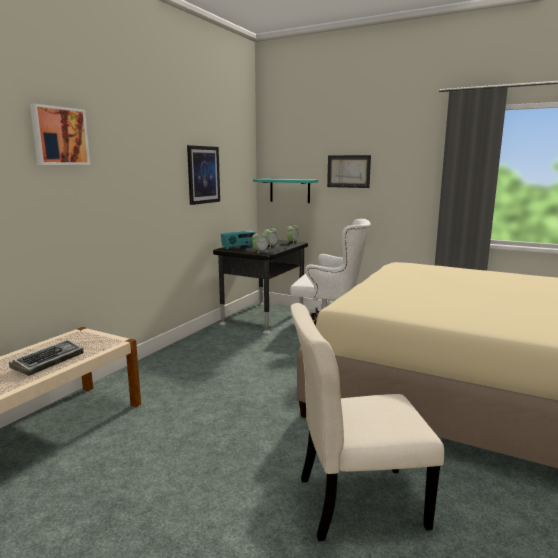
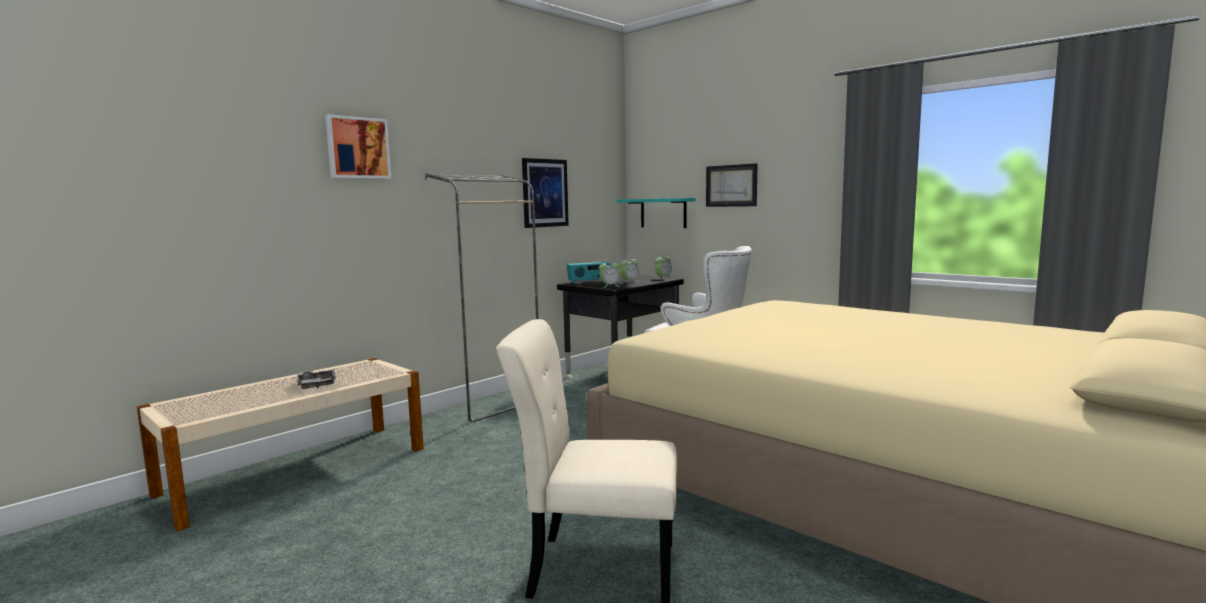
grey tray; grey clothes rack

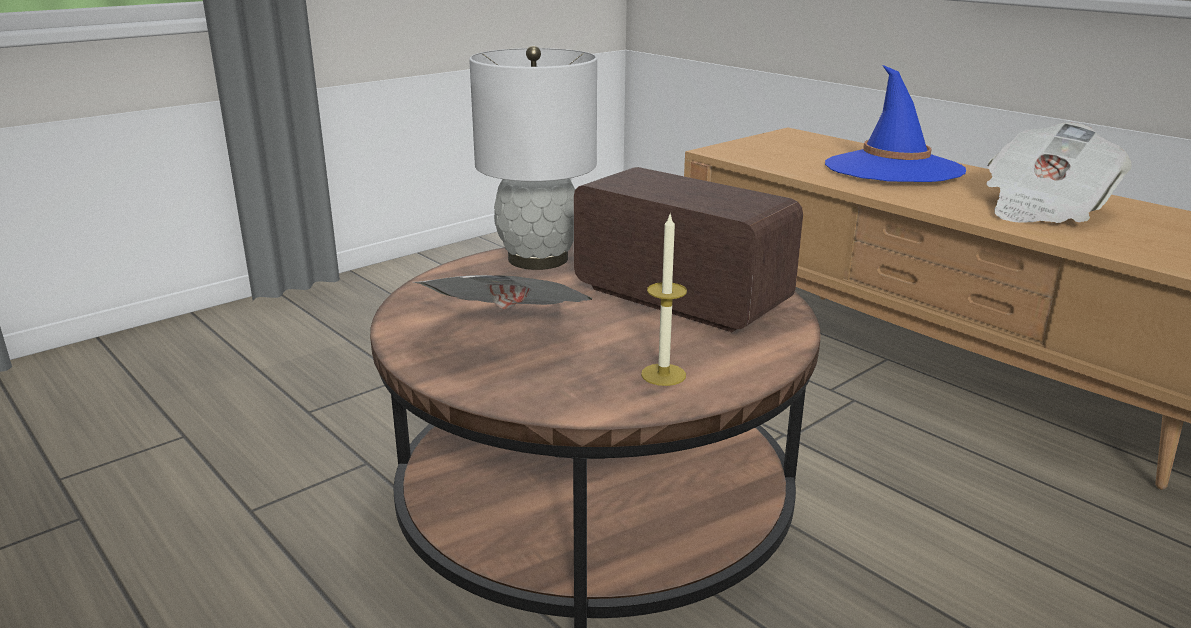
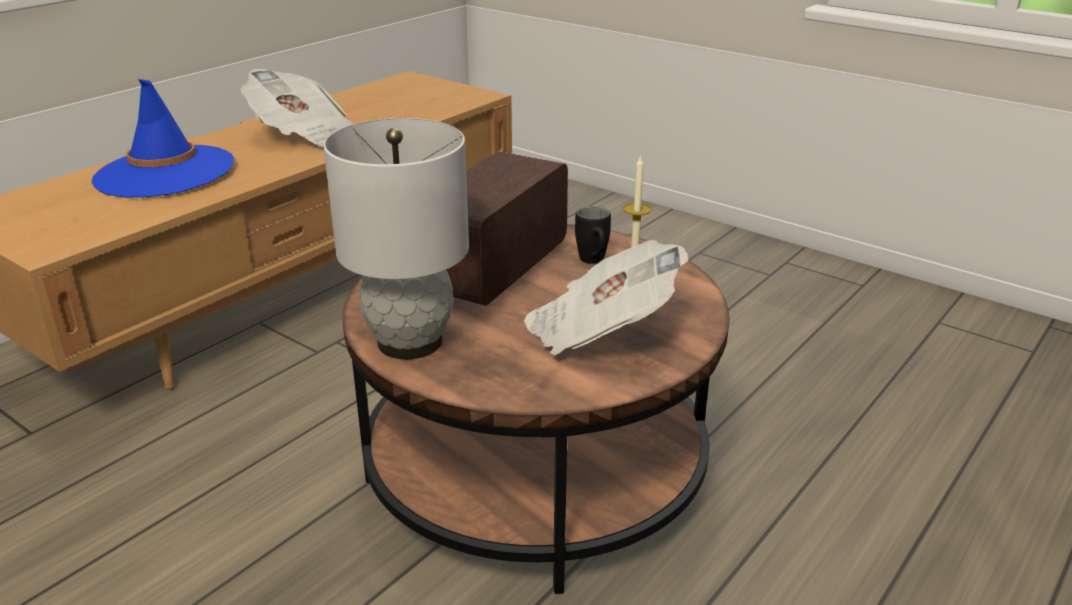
black mug

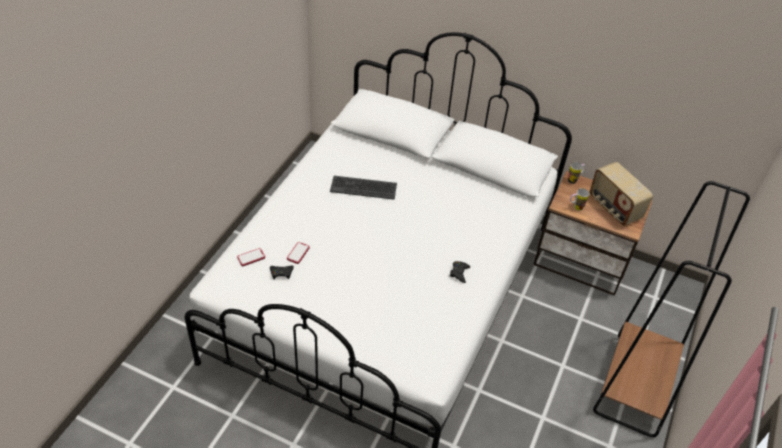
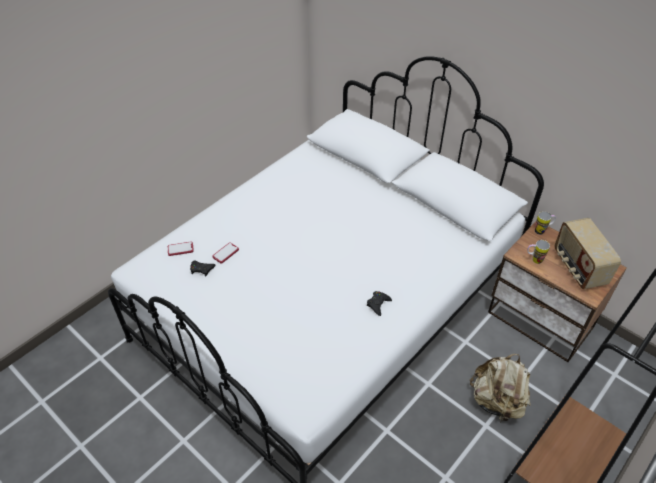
beige backpack; keyboard

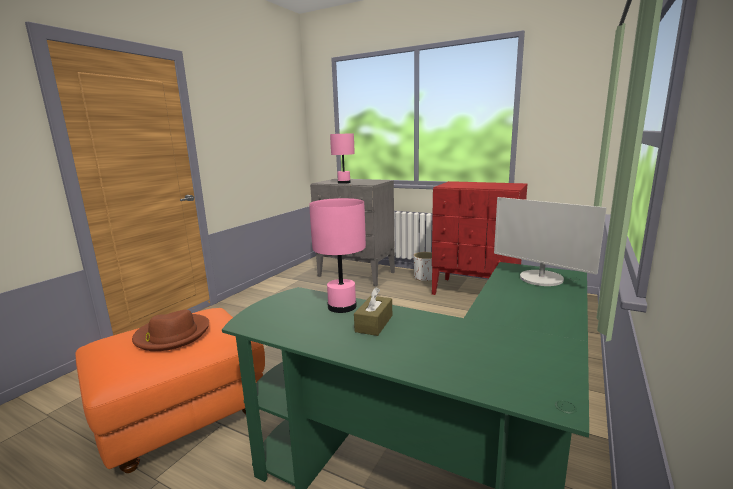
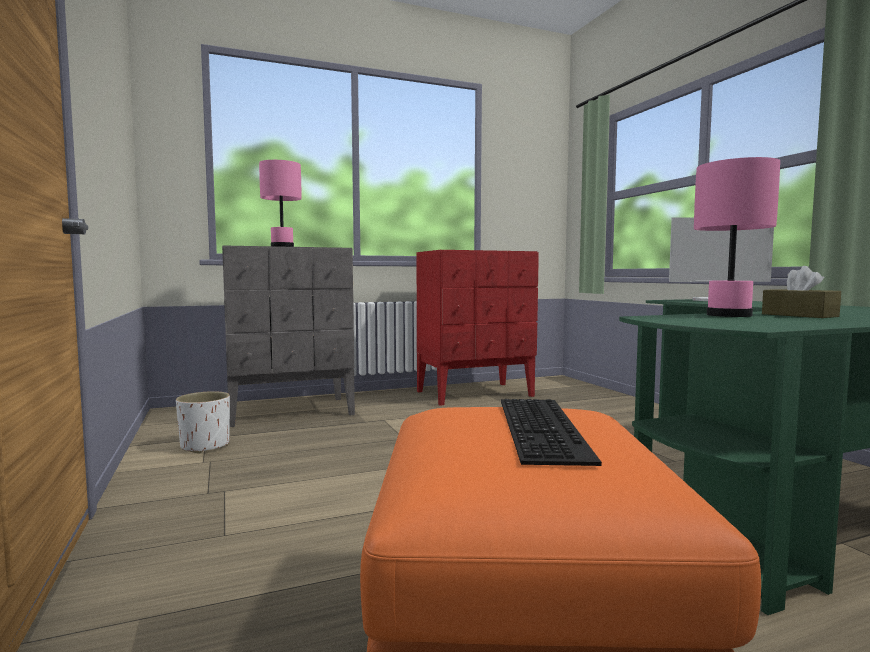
white planter; keyboard

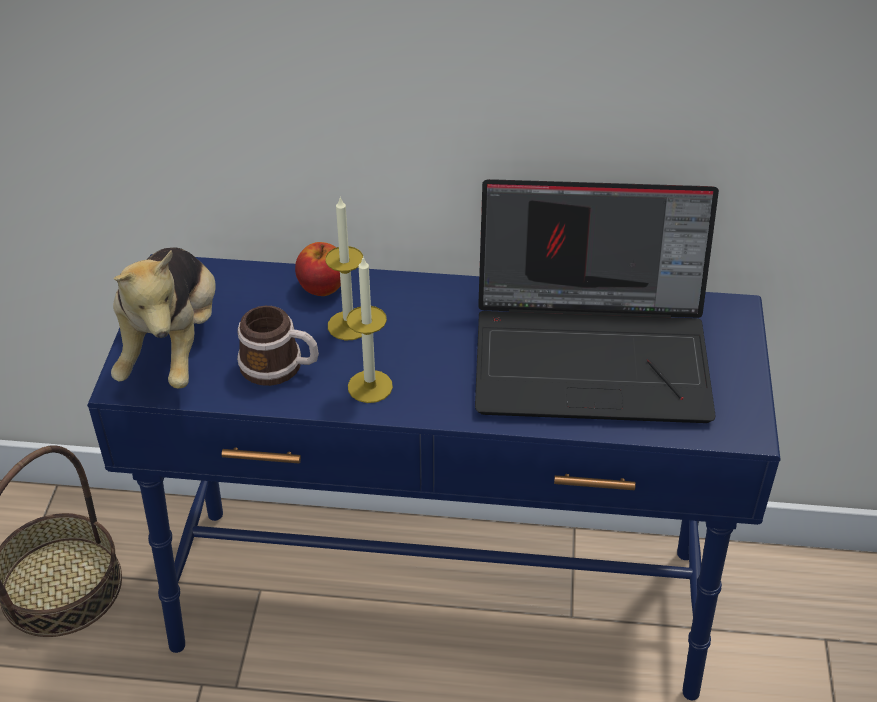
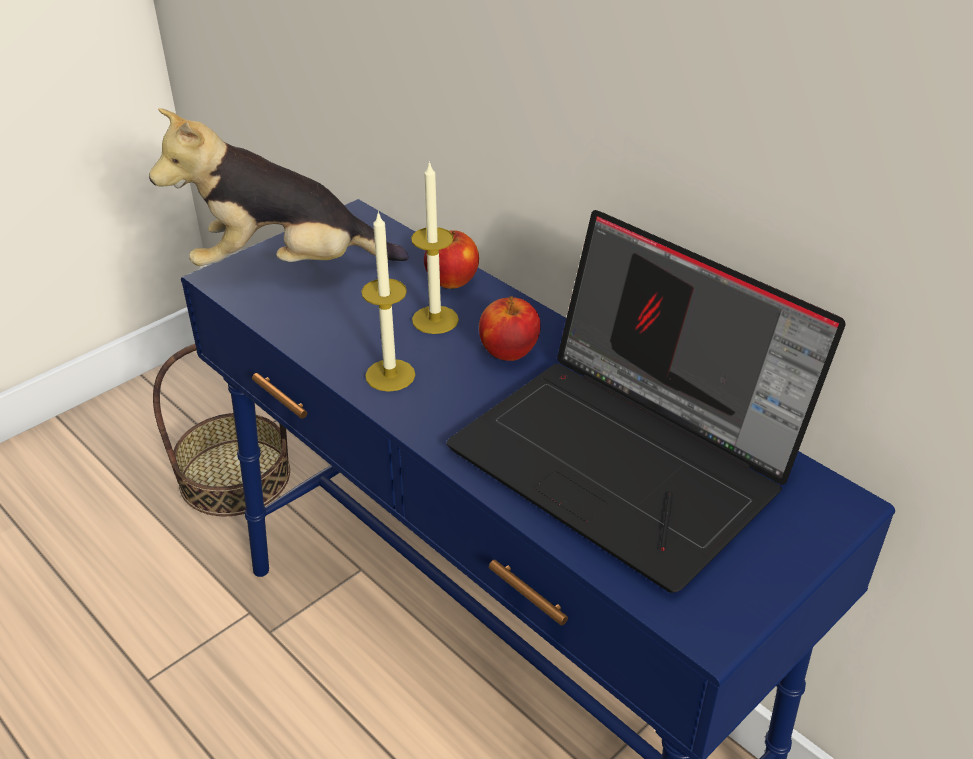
plush toy; apple (no. 2 from left); mug

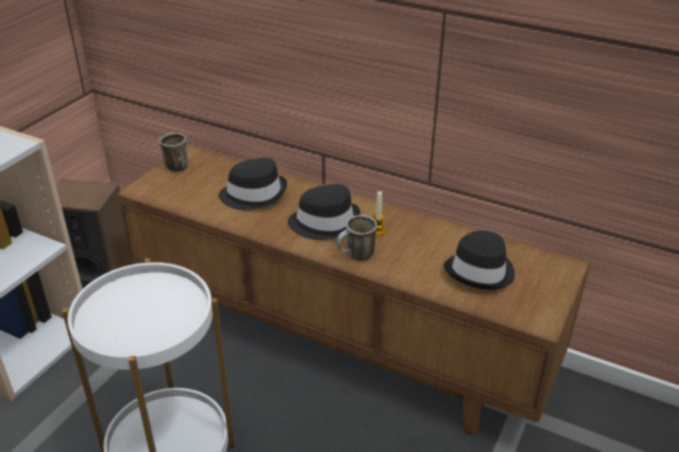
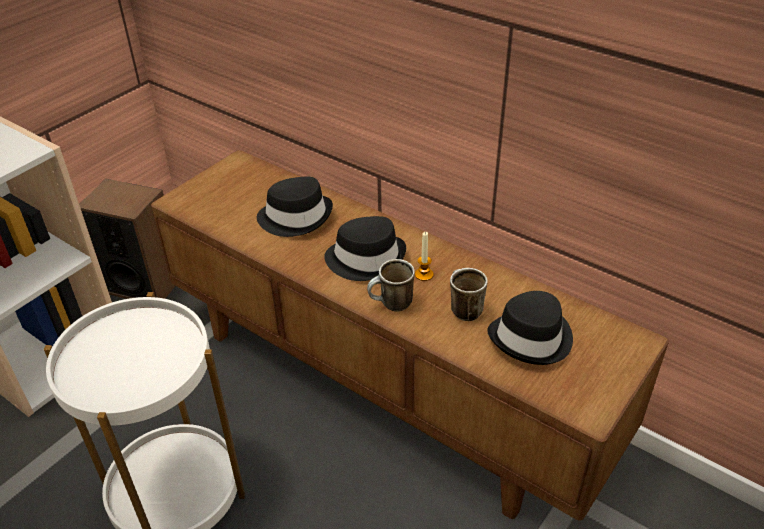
mug (no. 2 from left)

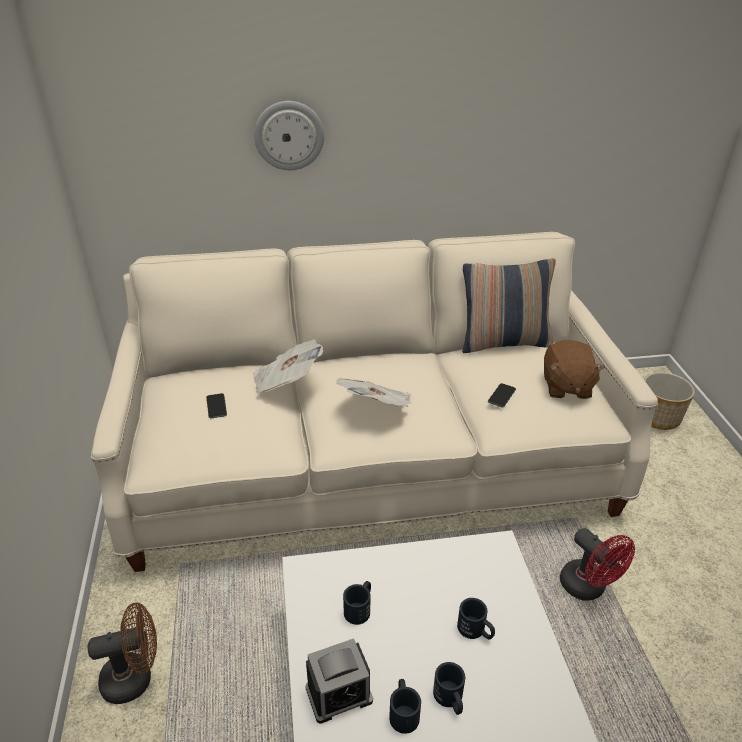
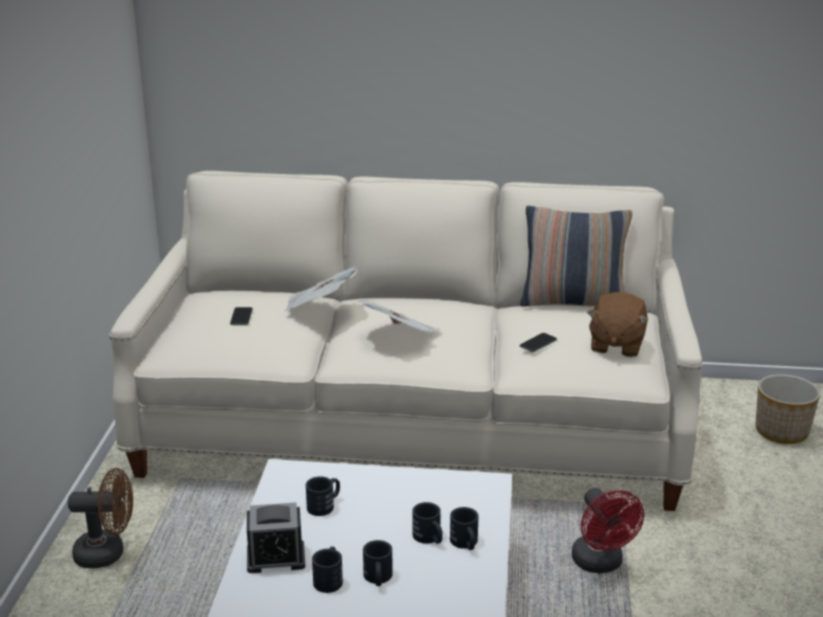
black mug (no. 5 from left); wall clock

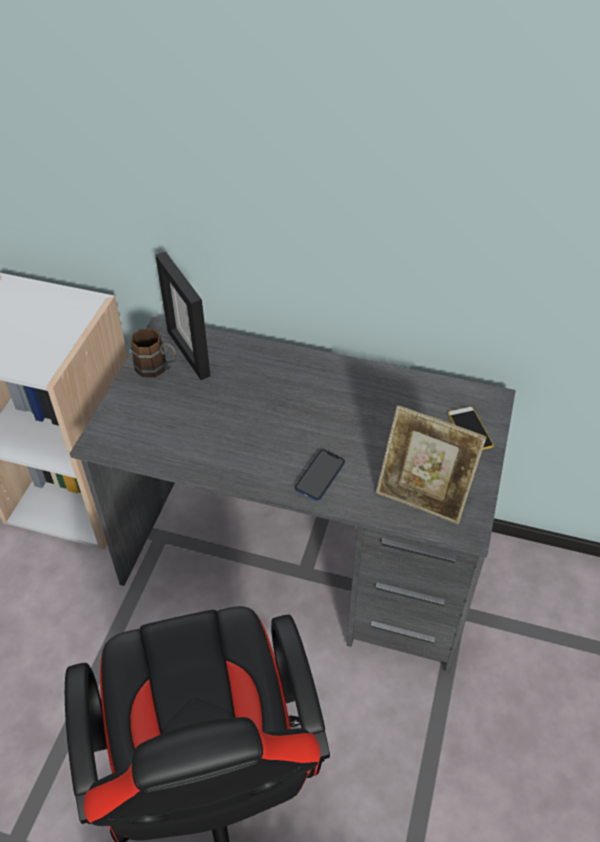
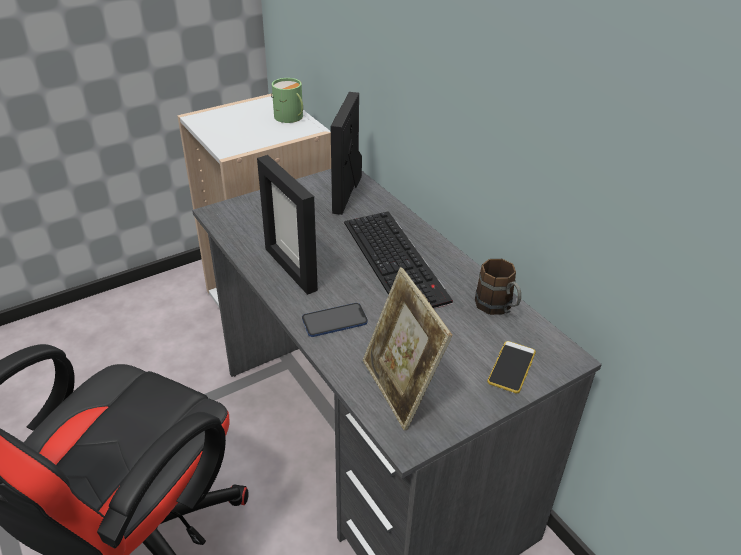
picture frame (no. 1 from left); green mug; keyboard; brown mug

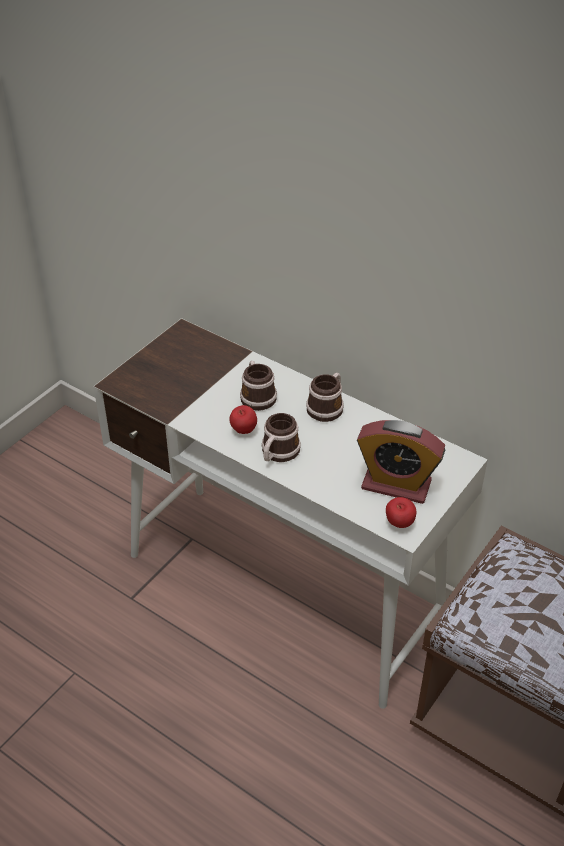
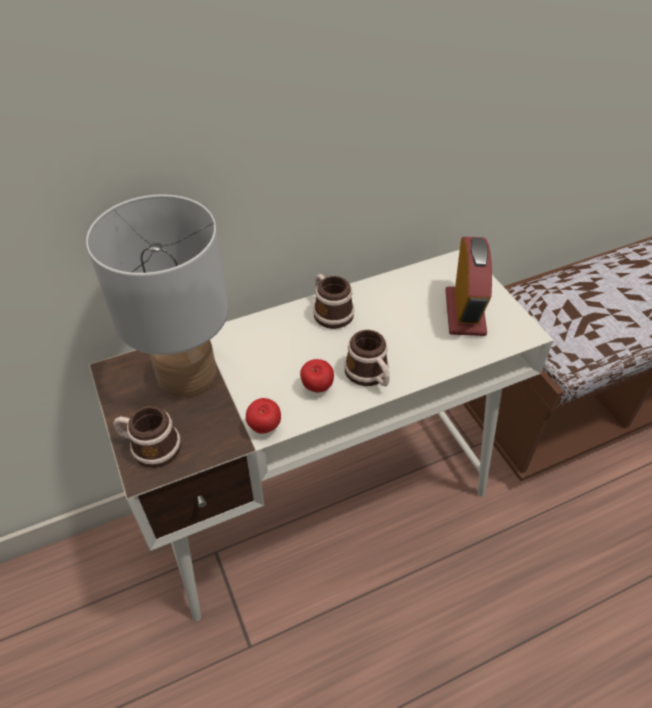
grey table lamp; mug (no. 1 from left); apple (no. 1 from left); alarm clock

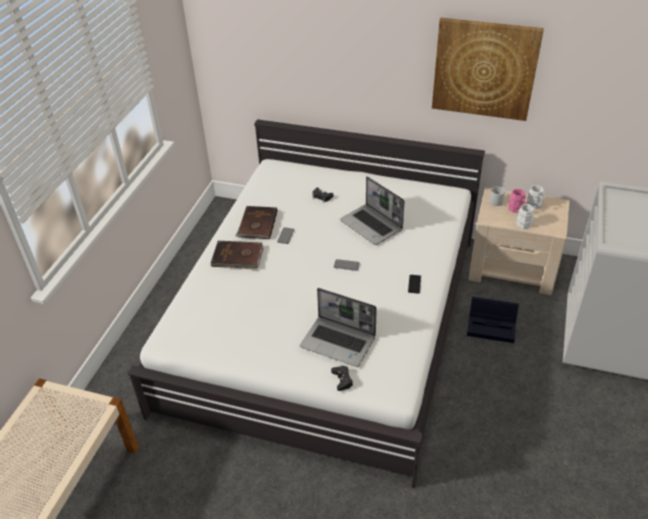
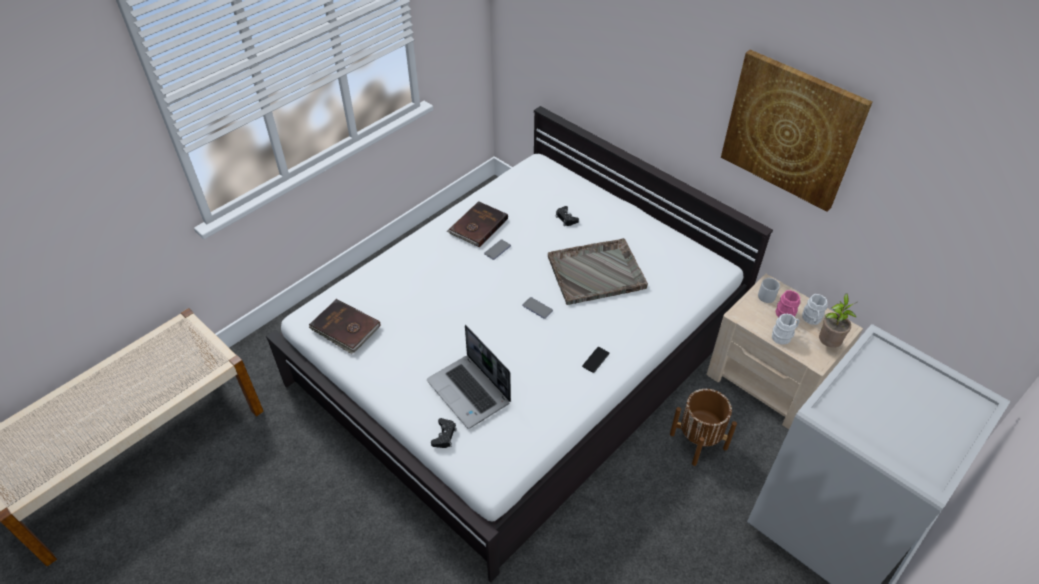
brown book (no. 1 from left); grey tray; brown planter; potted plant

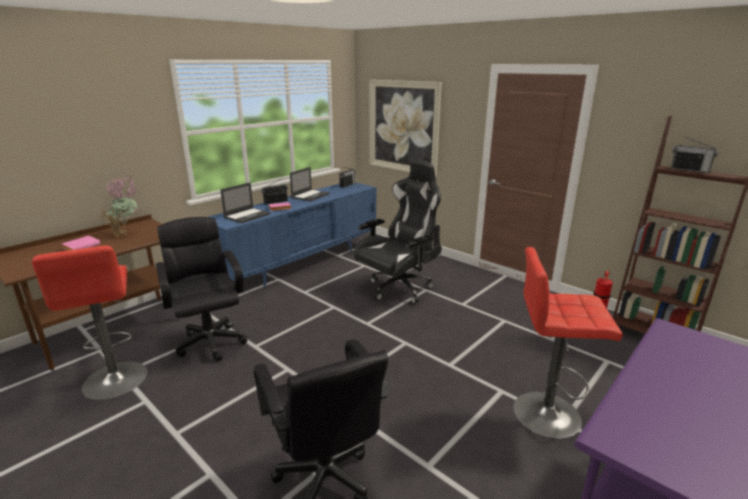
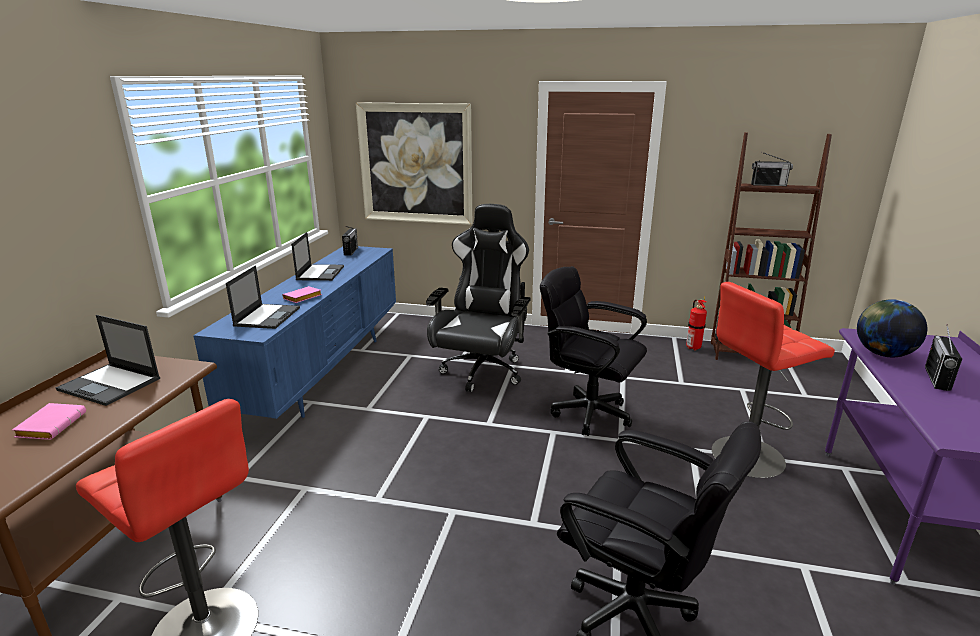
laptop (no. 1 from left); black office chair (no. 2 from left); globe; radio (no. 3 from left)

